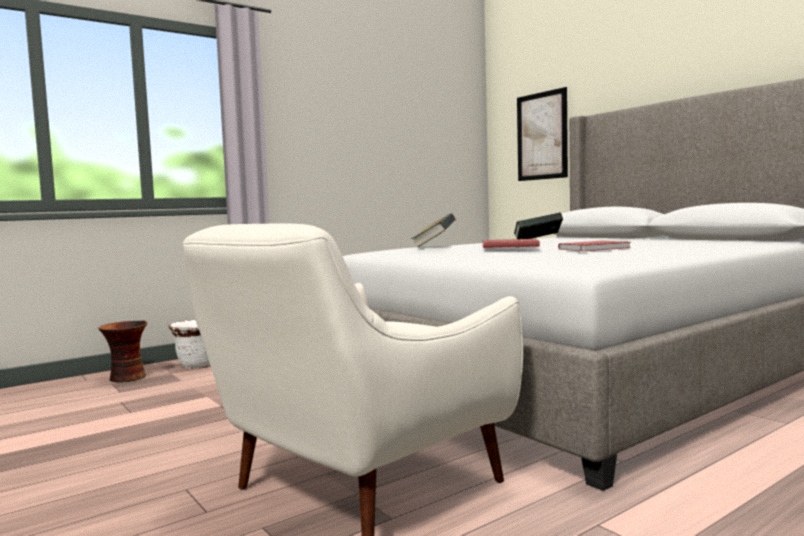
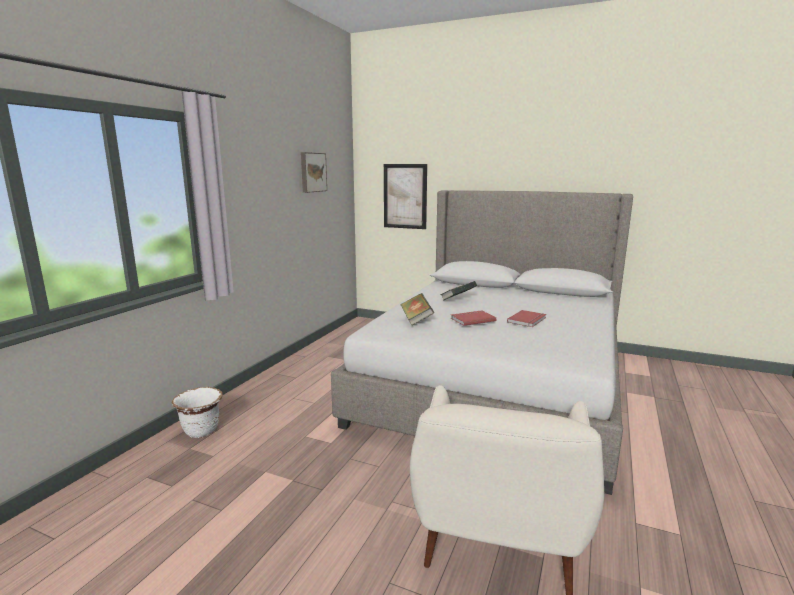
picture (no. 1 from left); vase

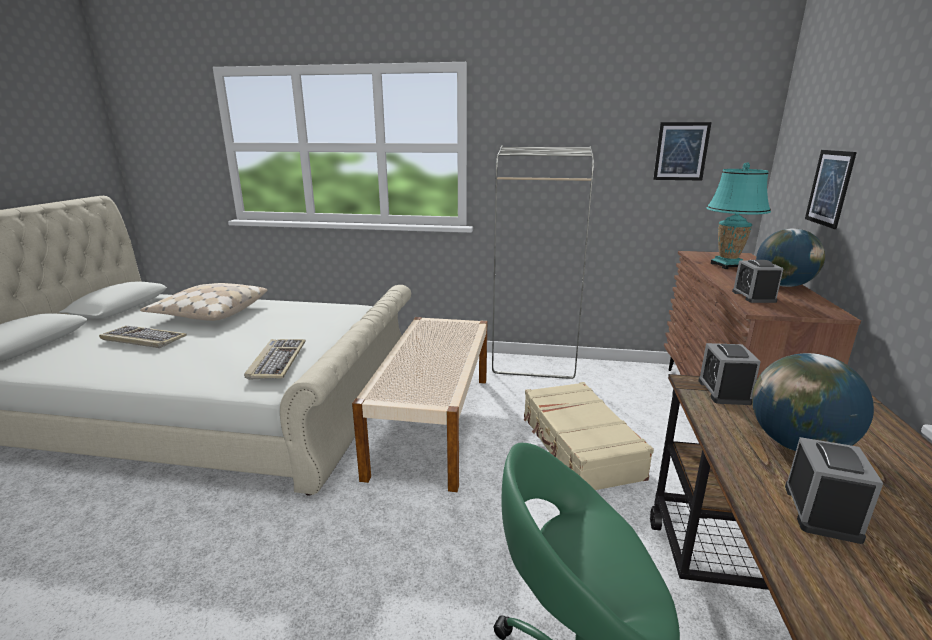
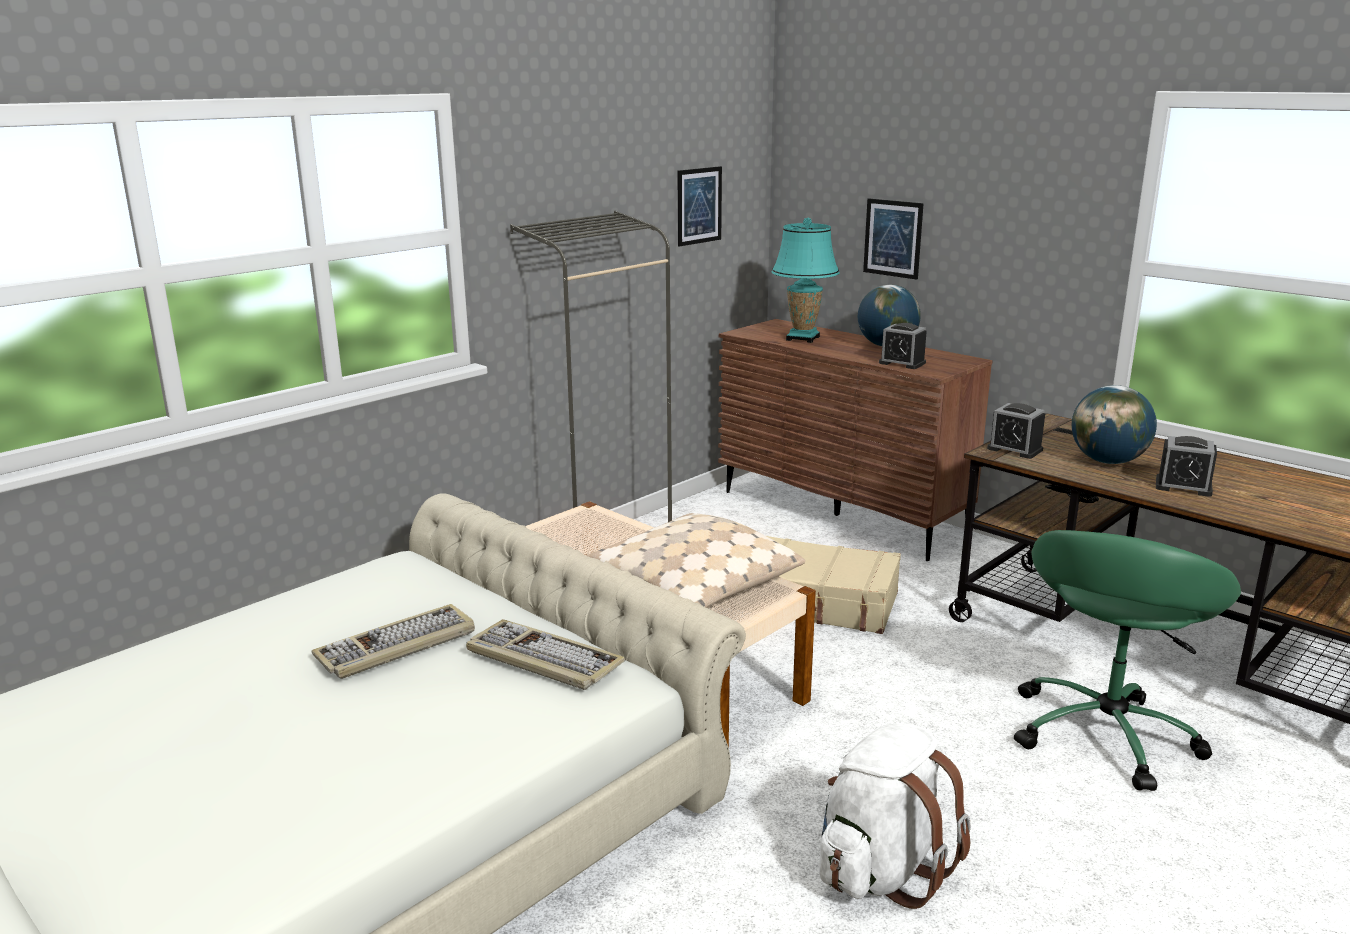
keyboard (no. 1 from left); beige pillow; white backpack; alarm clock (no. 3 from left)

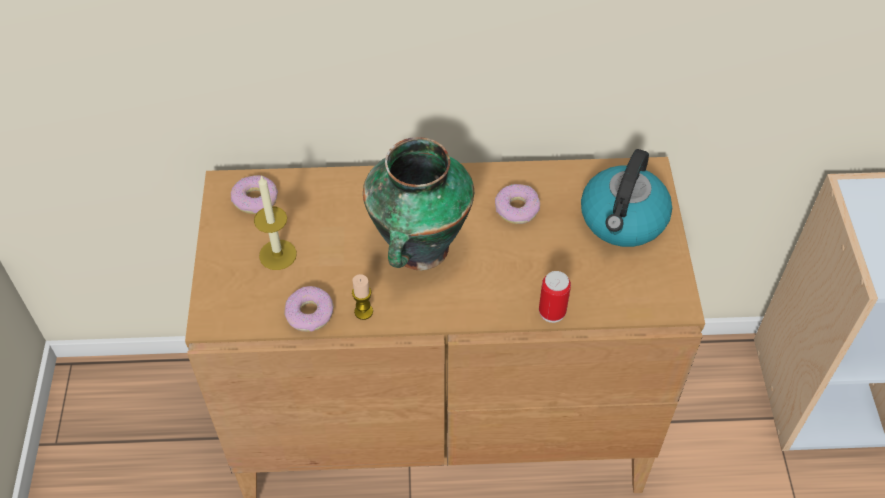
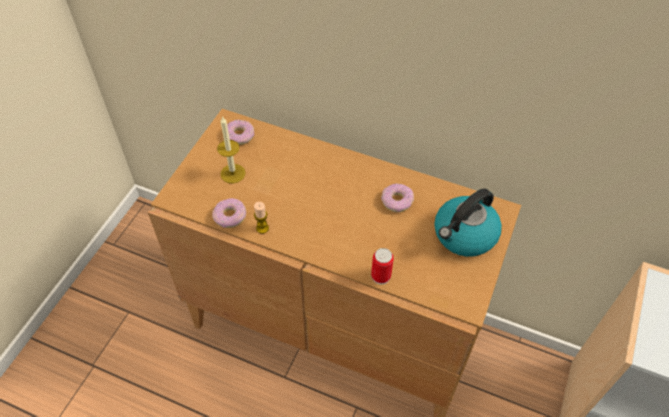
vase

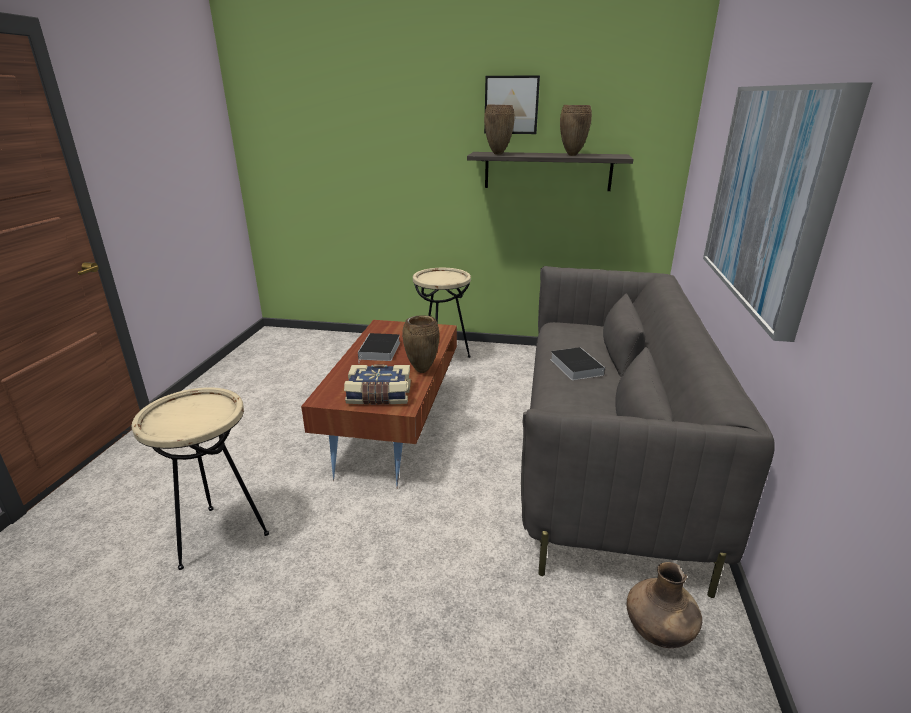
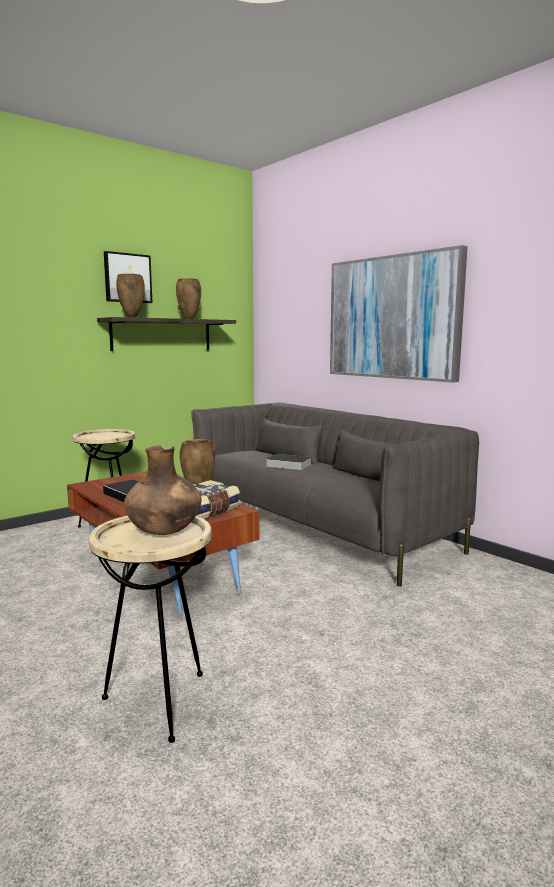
brown vase (no. 2 from left)

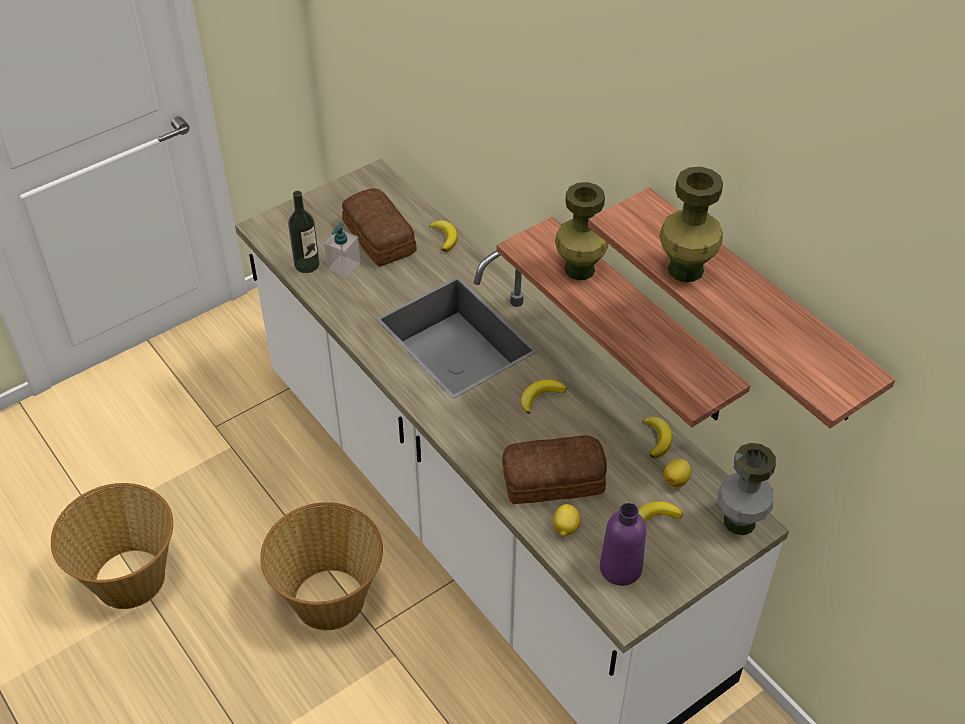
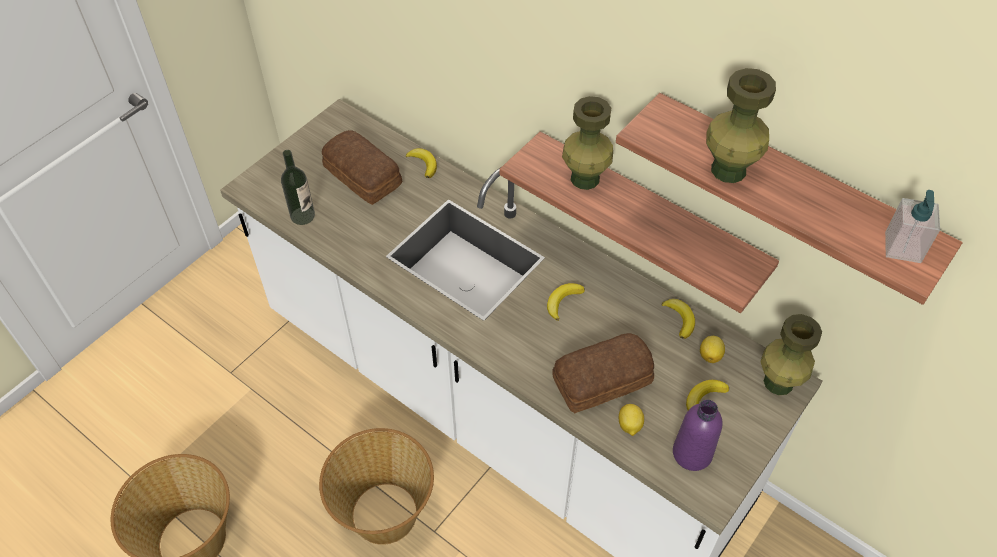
green vase (no. 3 from left); soap dispenser

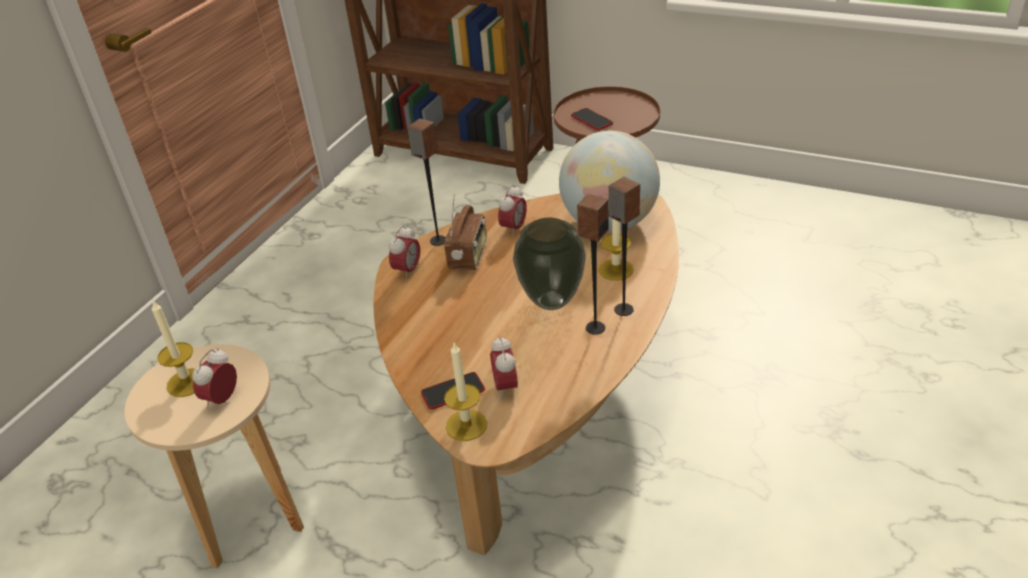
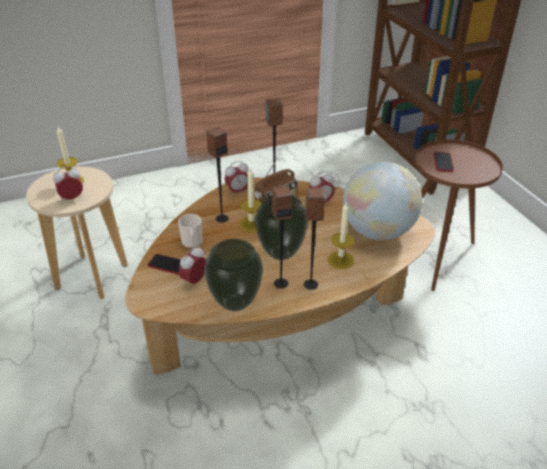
mug; vase (no. 1 from left); speaker (no. 1 from left); candle (no. 2 from left)

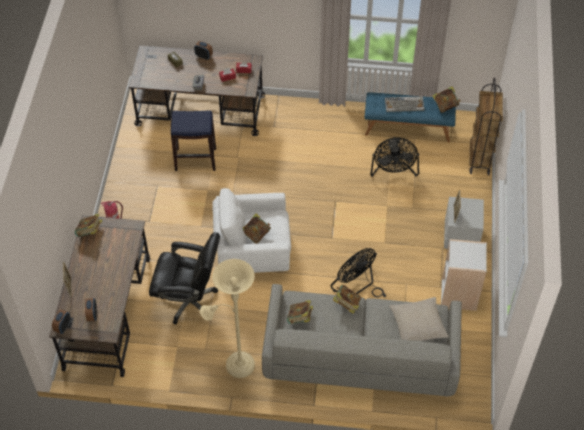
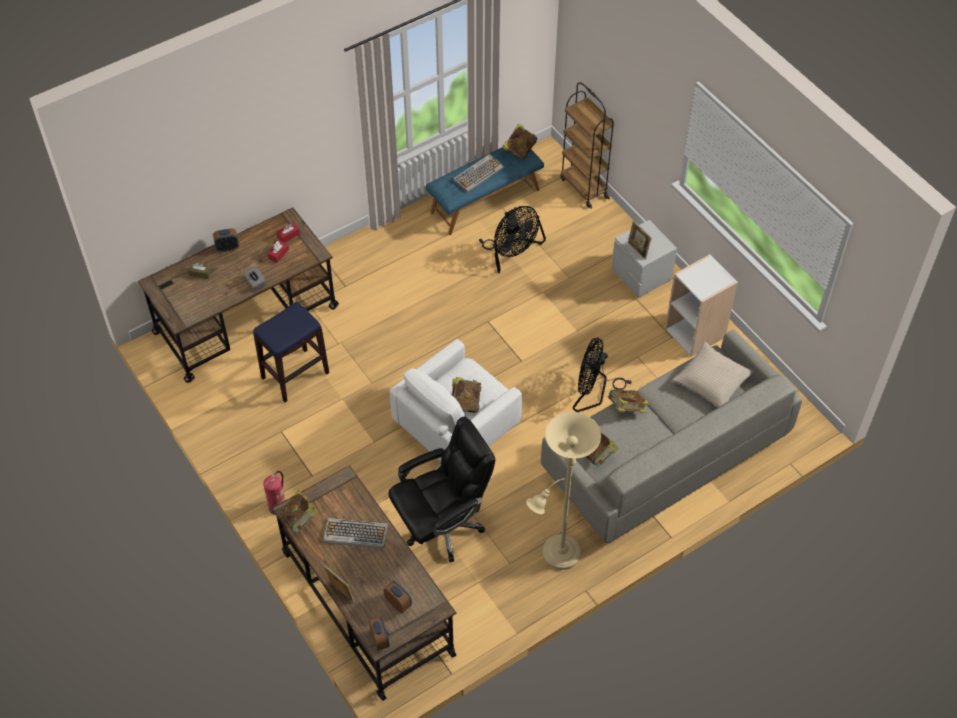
keyboard (no. 1 from left)

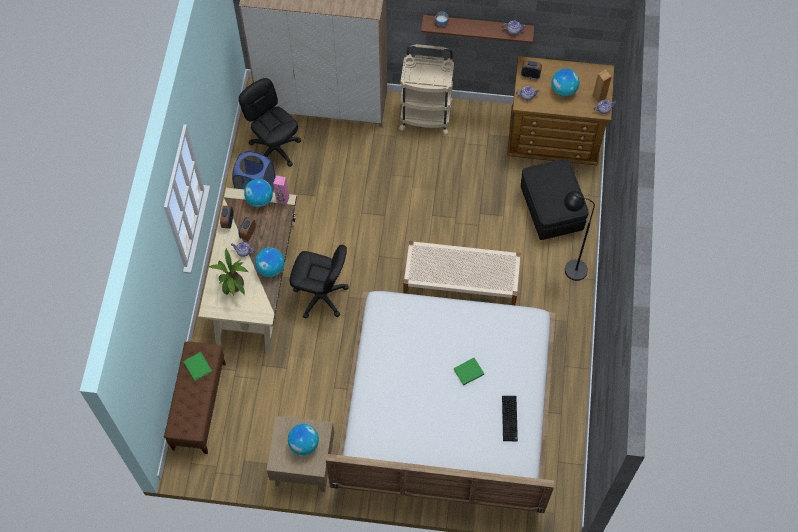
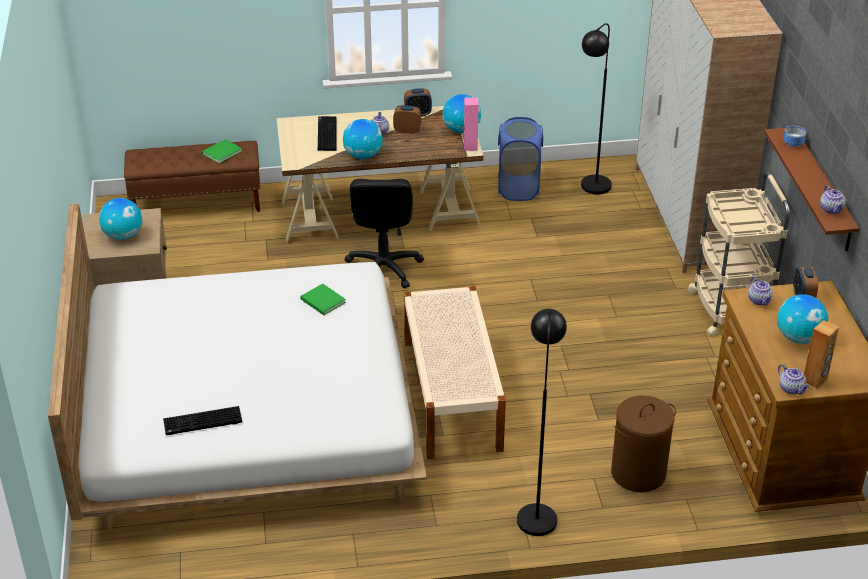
green book (no. 2 from left); keyboard (no. 2 from left); black floor lamp (no. 2 from left); brown laundry basket

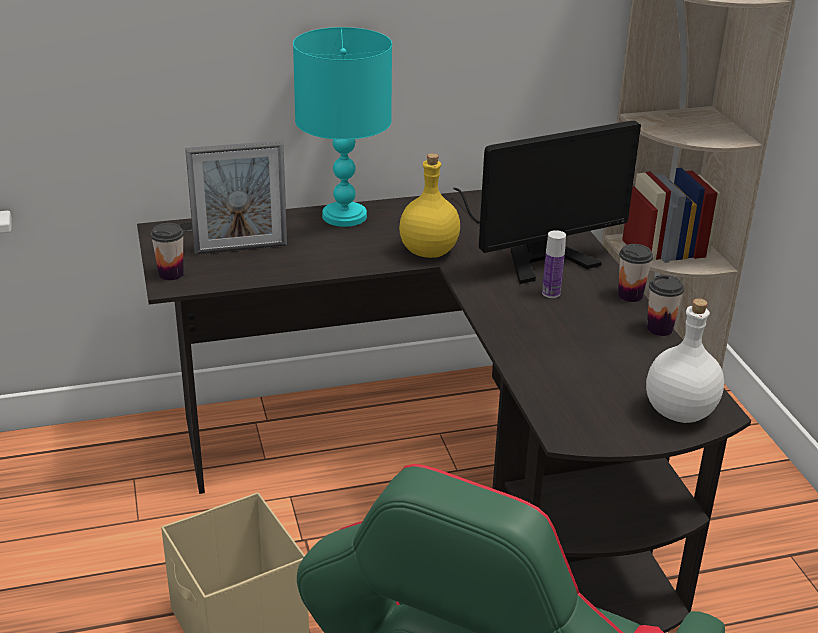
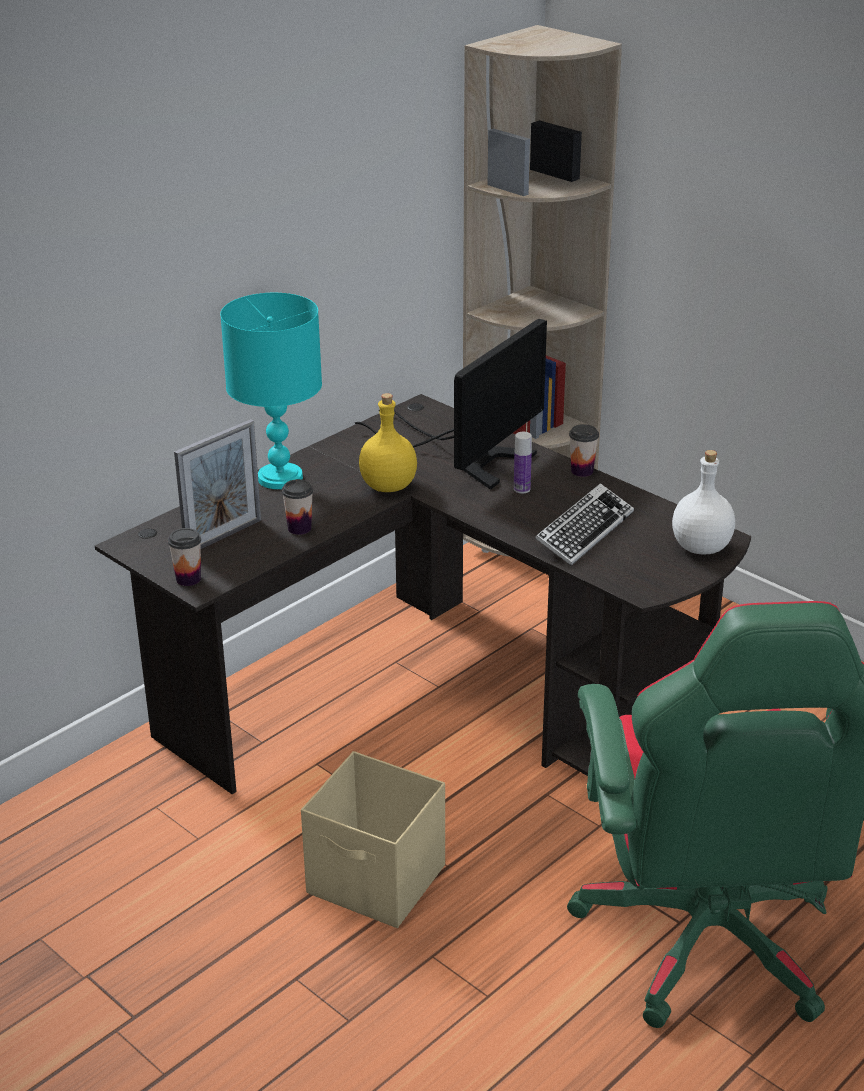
cup (no. 2 from left); keyboard

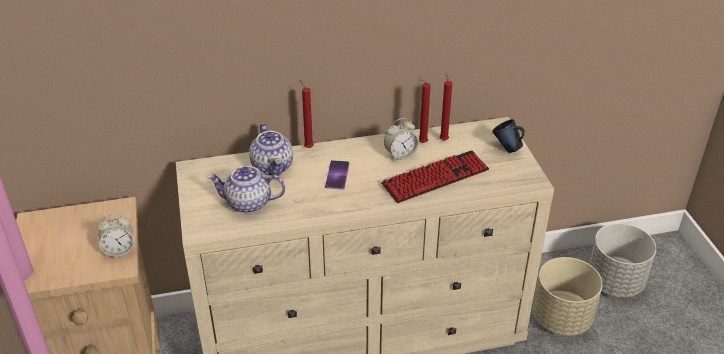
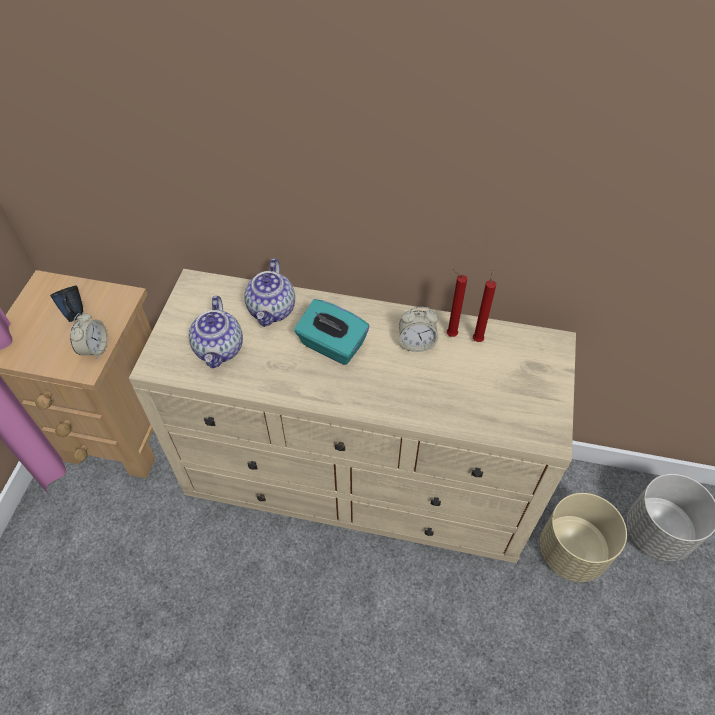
blue mug; alarm clock (no. 1 from left); teapot (no. 1 from left); turquoise tissue box; red candle (no. 1 from left in the first image); keyboard

